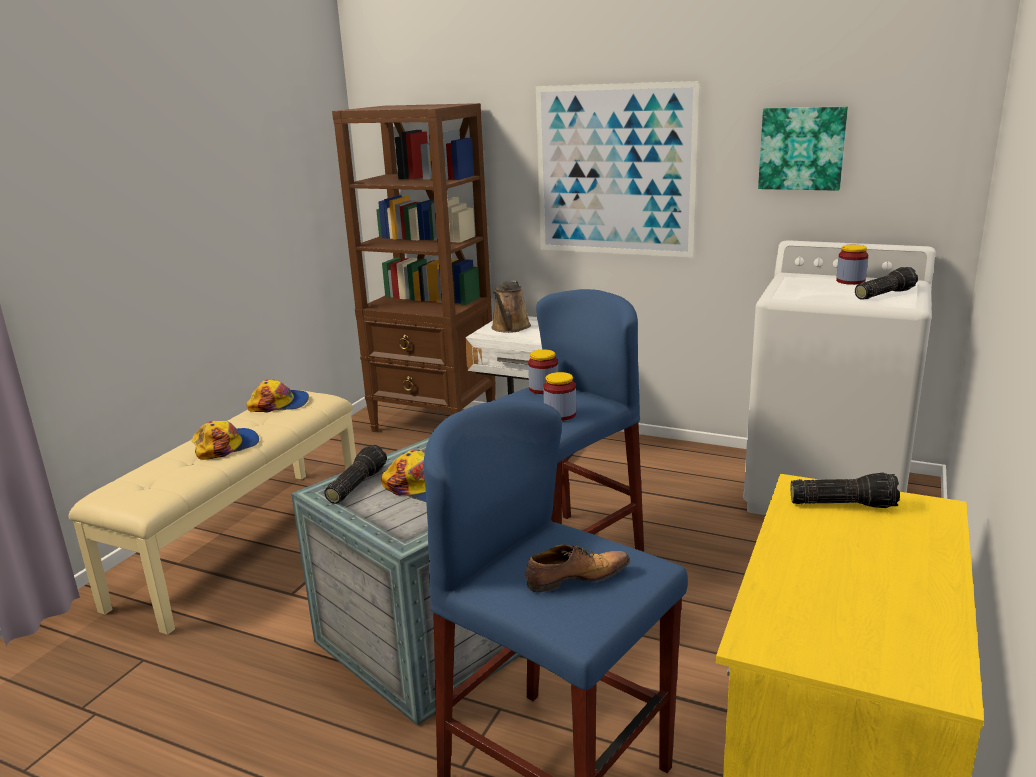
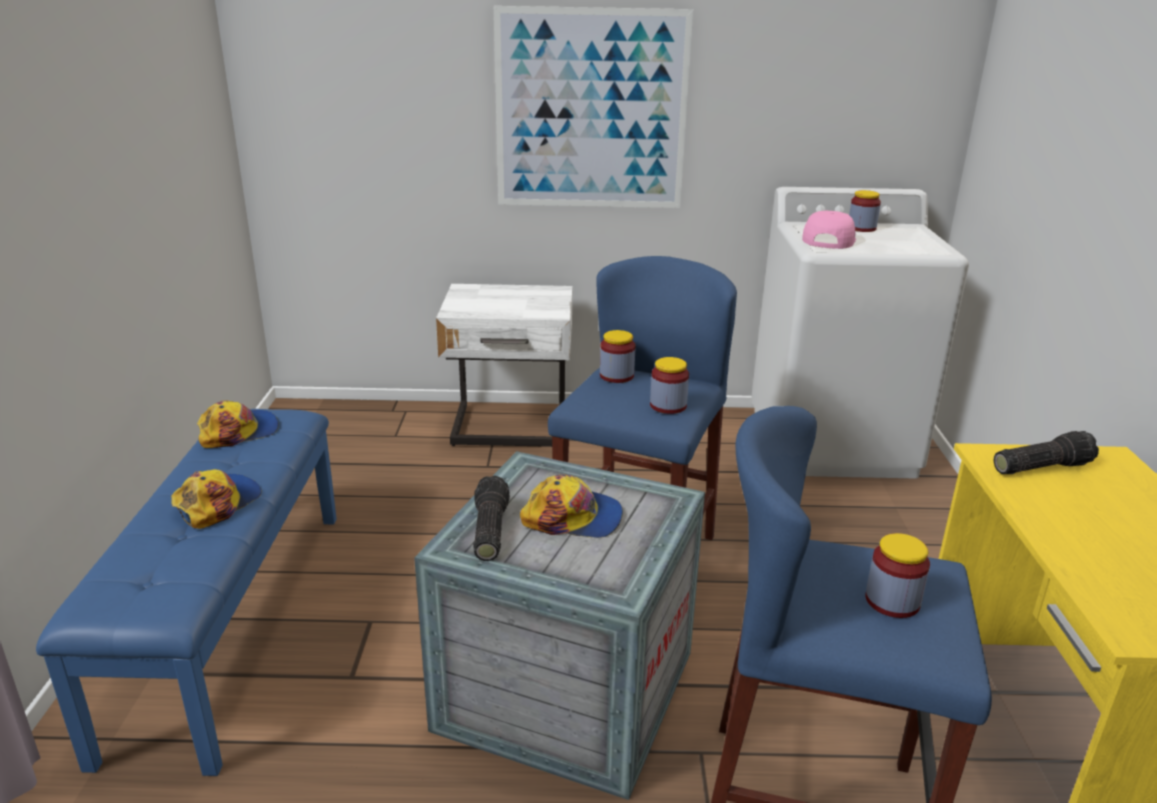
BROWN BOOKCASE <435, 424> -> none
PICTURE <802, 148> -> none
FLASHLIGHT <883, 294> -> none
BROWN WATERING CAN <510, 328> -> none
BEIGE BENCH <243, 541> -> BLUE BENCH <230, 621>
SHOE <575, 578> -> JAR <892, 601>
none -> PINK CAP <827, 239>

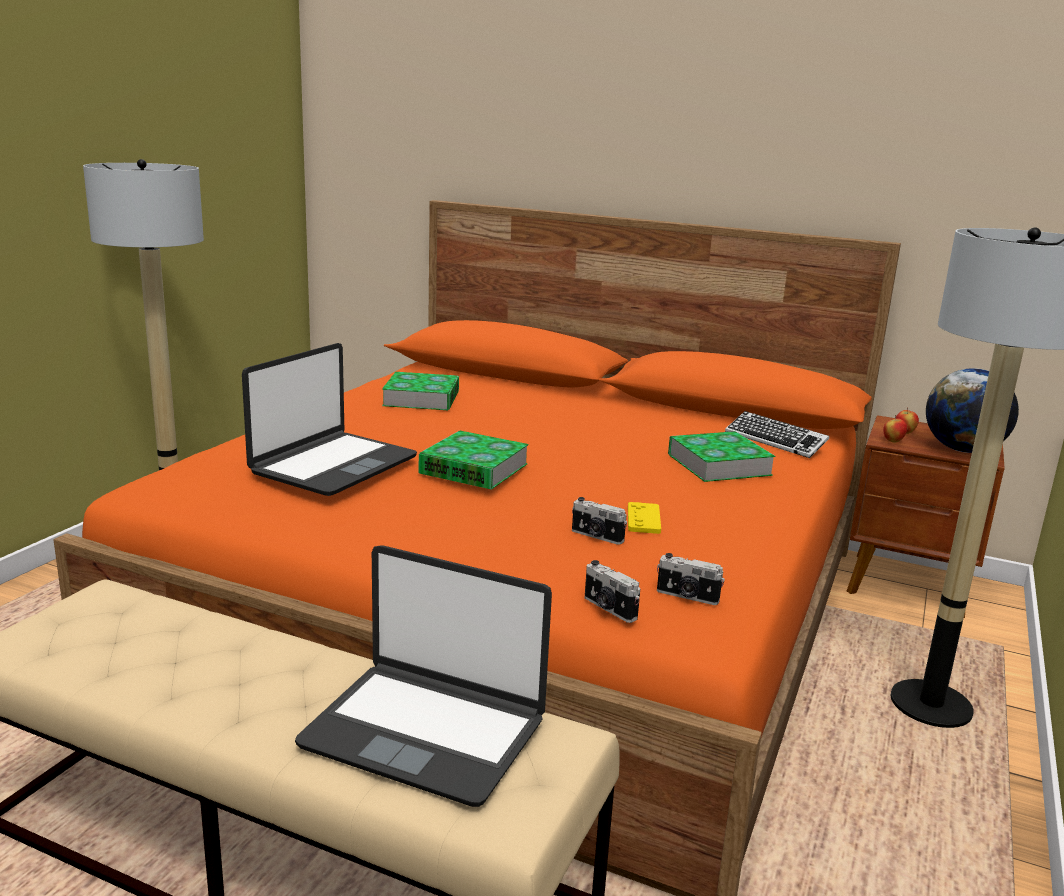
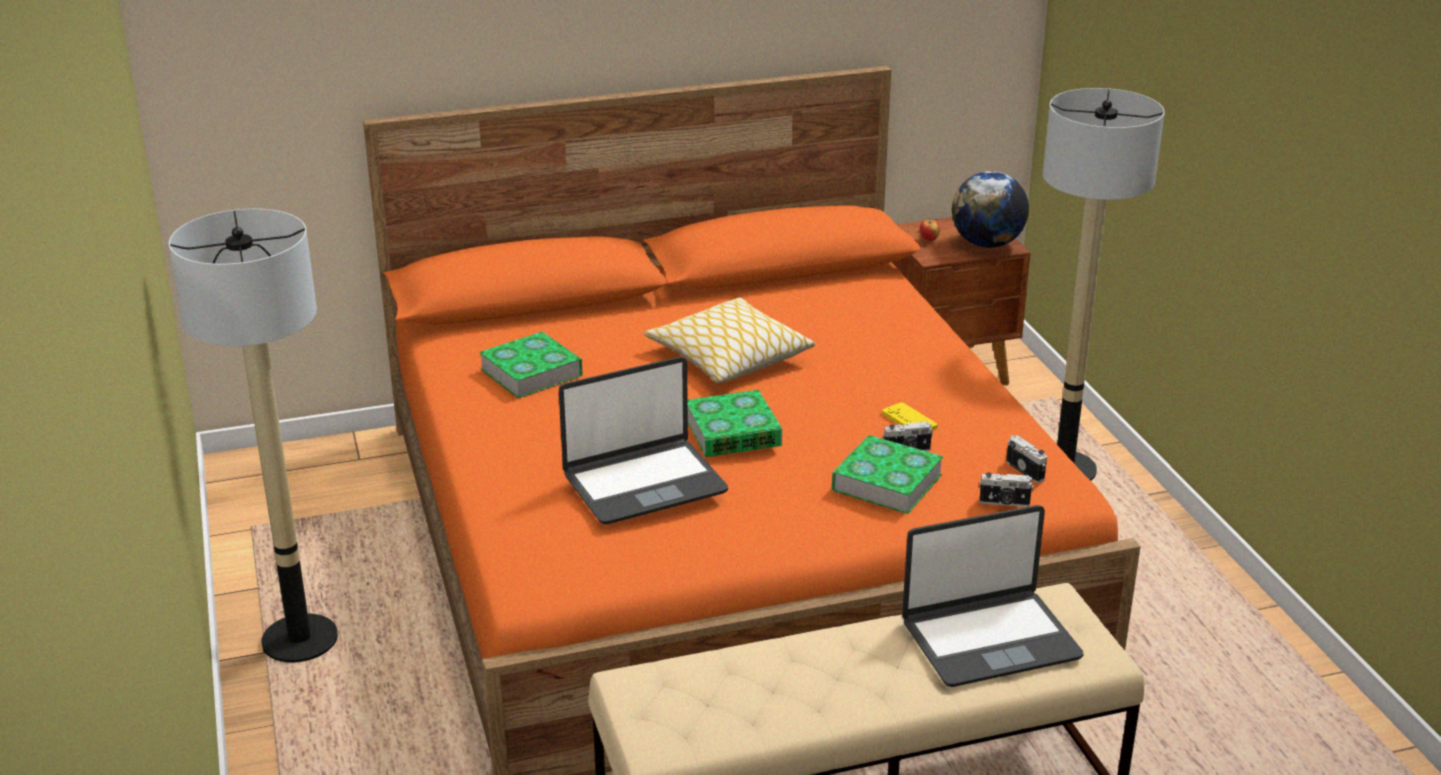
LAPTOP <333, 465> -> LAPTOP <644, 483>, 75 degrees clockwise
KEYBOARD <775, 441> -> none
APPLE <893, 441> -> none
BOOK <719, 464> -> BOOK <886, 482>, shifted
PHOTO CAMERA <687, 596> -> PHOTO CAMERA <1026, 470>, 105 degrees counterclockwise
none -> PILLOW <729, 357>

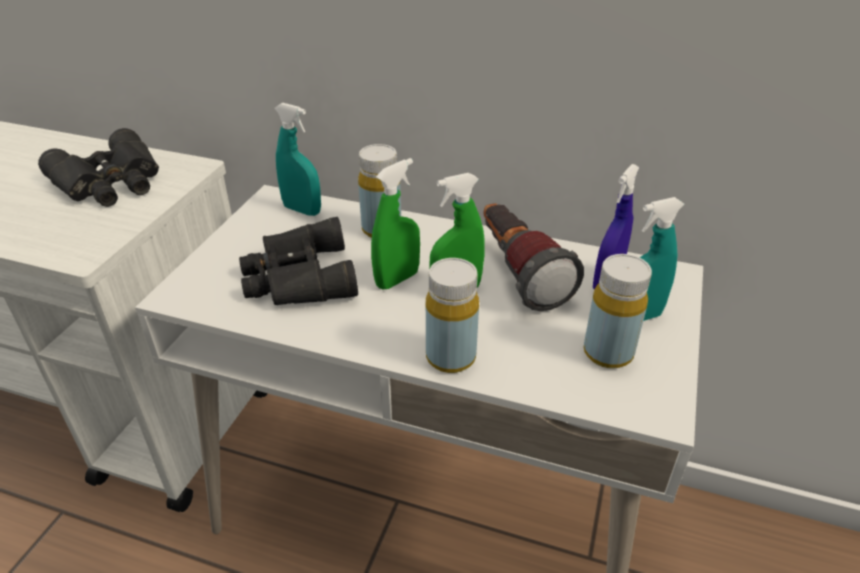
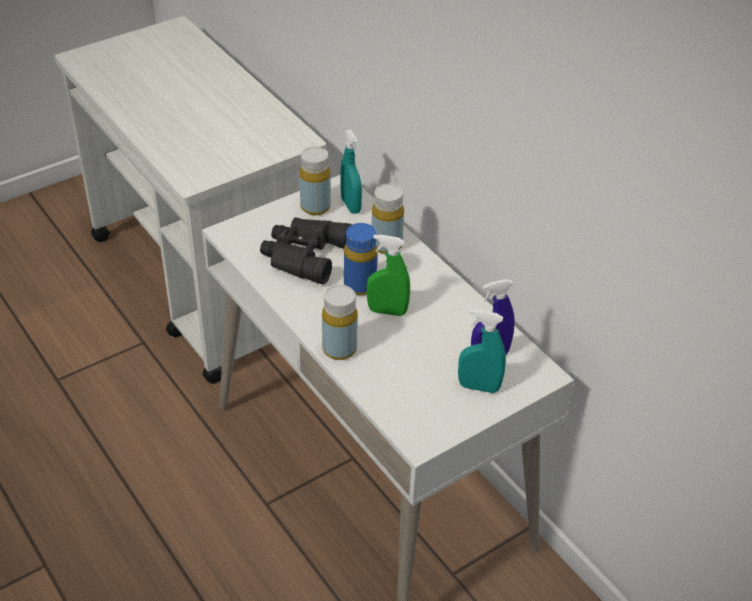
BLACK BINOCULARS <111, 183> -> none
GREEN SPRAY BOTTLE <397, 279> -> BLUE BOTTLE <360, 285>
FLASHLIGHT <518, 272> -> none
YELLOW BOTTLE <608, 353> -> YELLOW BOTTLE <315, 207>, shifted

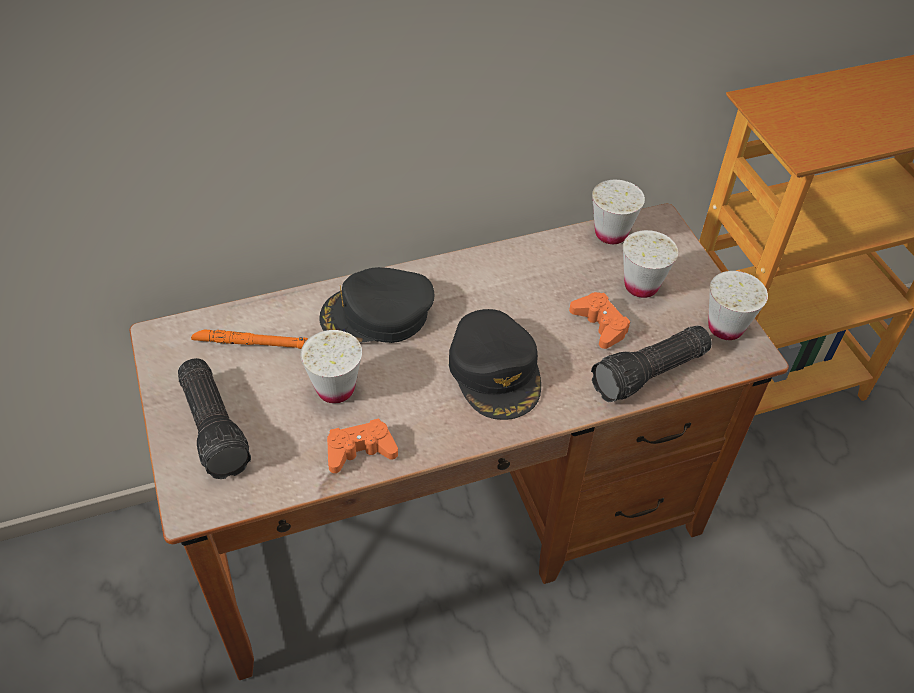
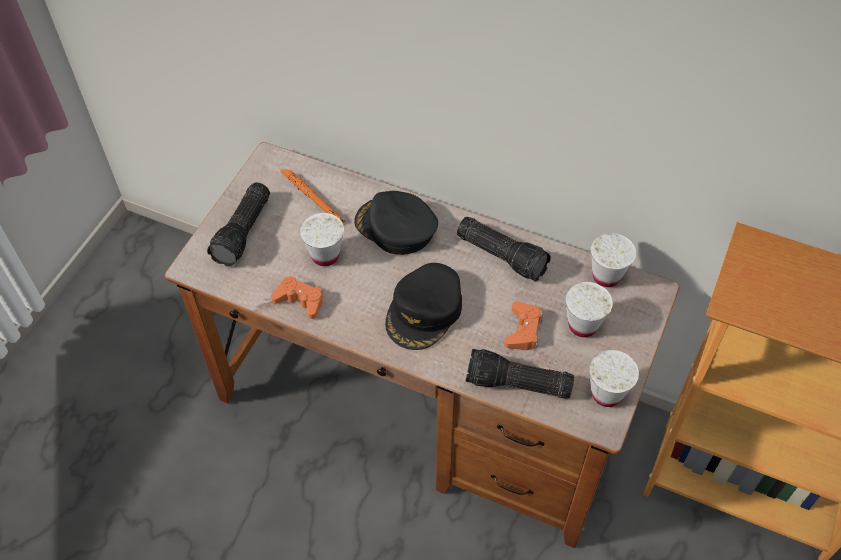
none -> FLASHLIGHT <503, 254>

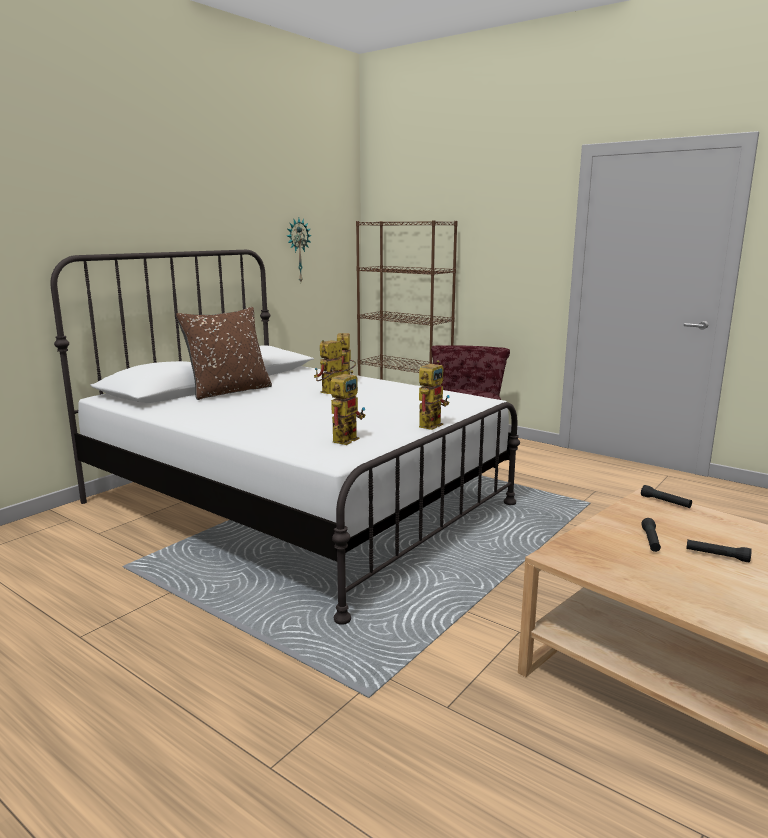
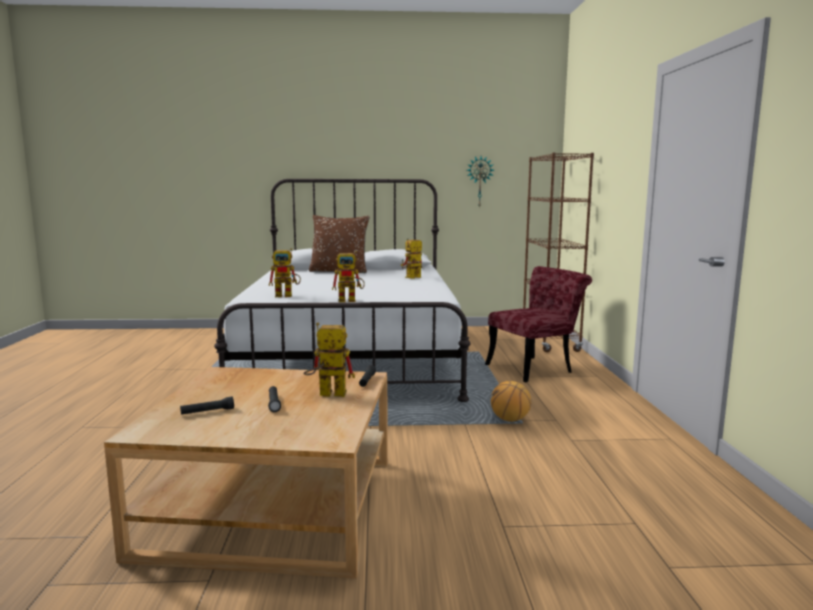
TOY ROBOT <329, 393> -> TOY ROBOT <326, 394>, shifted
BLACK FLASHLIGHT <650, 541> -> BLACK FLASHLIGHT <207, 412>, shifted
none -> BASKETBALL <510, 420>

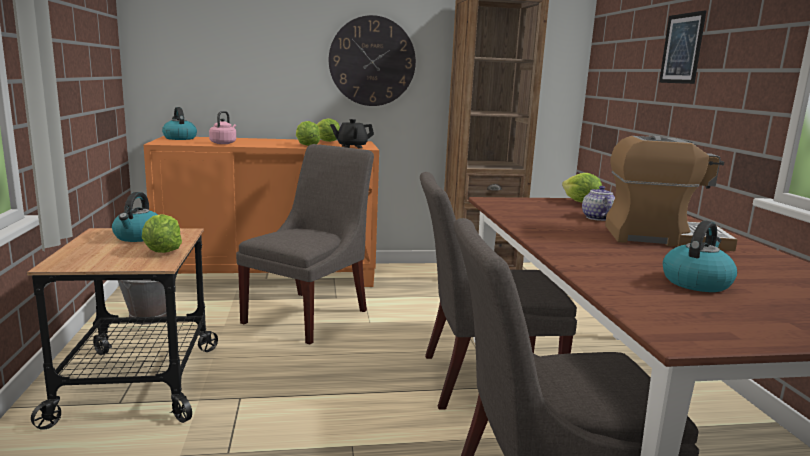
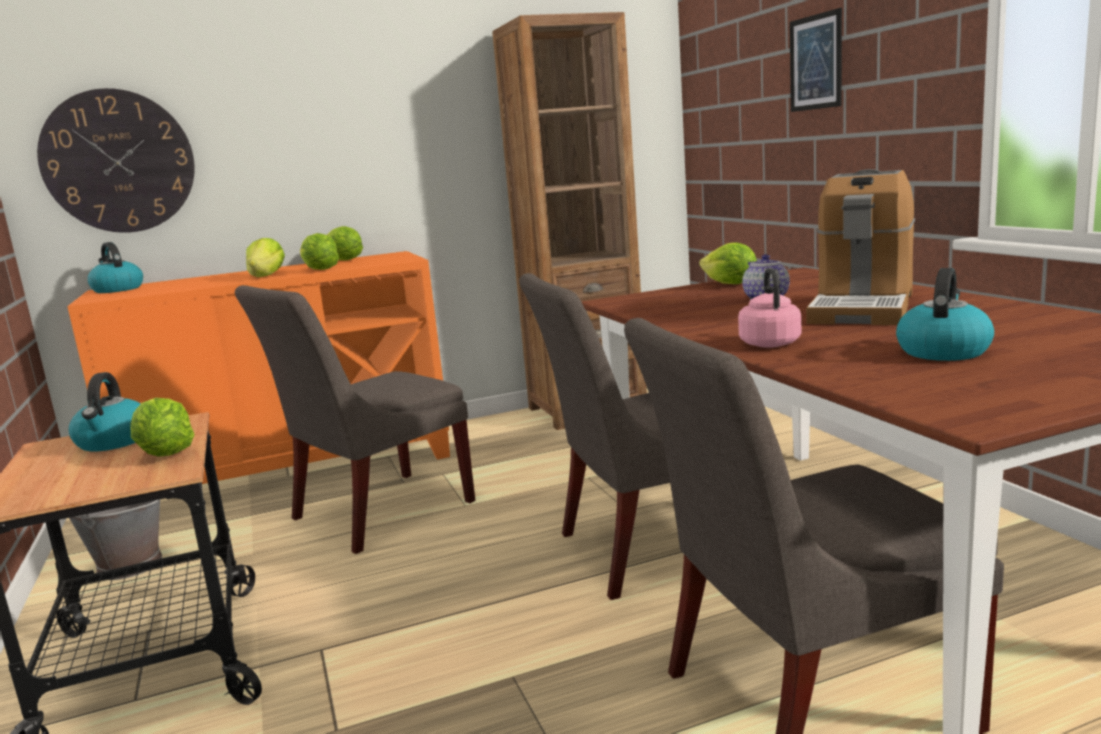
WALL CLOCK <372, 61> -> WALL CLOCK <118, 161>, shifted
PINK KETTLE <224, 143> -> PINK KETTLE <769, 343>, shifted
BLACK TEAPOT <351, 147> -> none
COFFEE MACHINE <662, 238> -> COFFEE MACHINE <862, 308>, 120 degrees clockwise
GREY CHAIR <310, 314> -> GREY CHAIR <375, 512>, 150 degrees counterclockwise
none -> LETTUCE <267, 276>

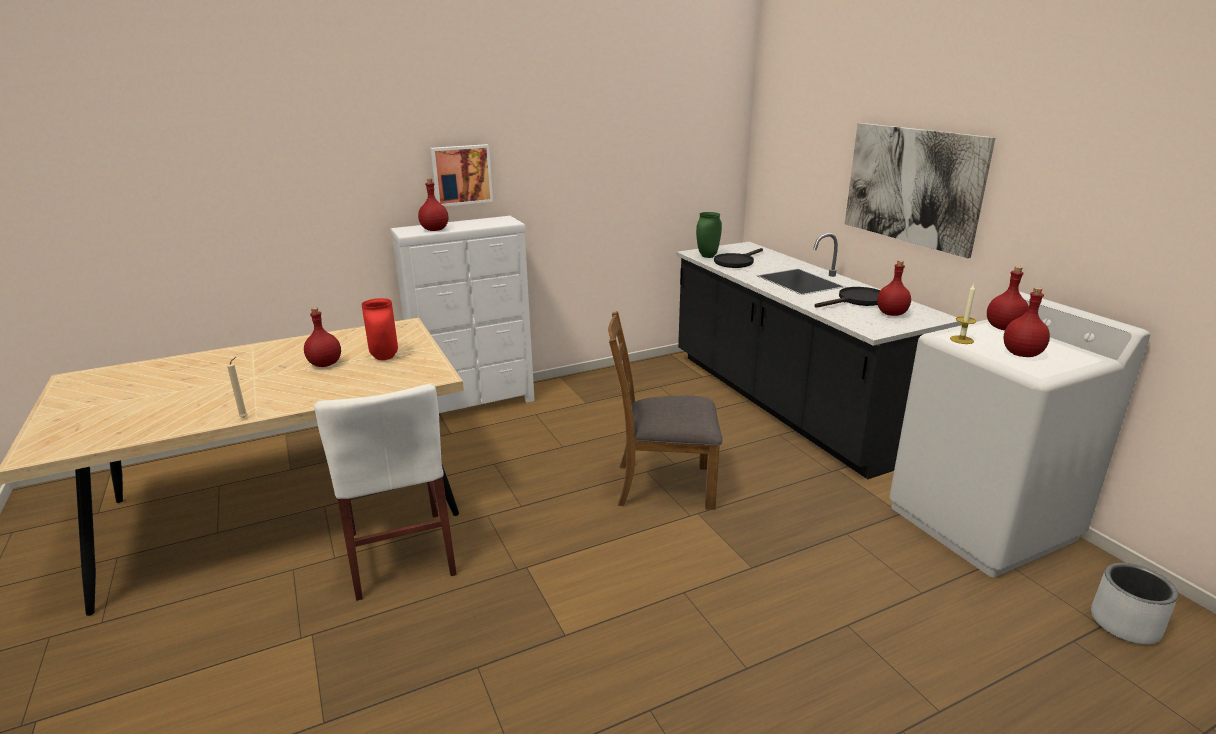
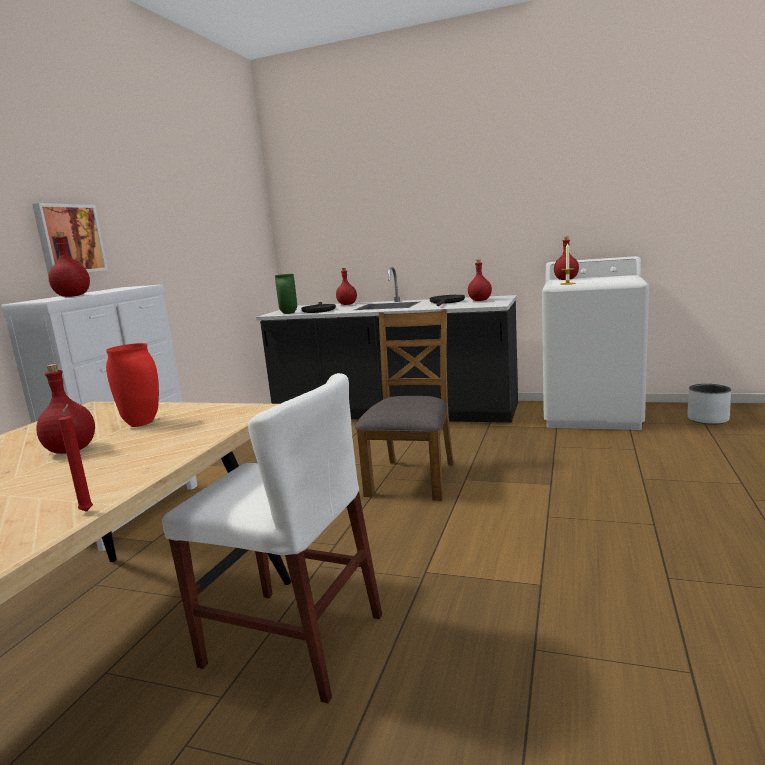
PICTURE <912, 186> -> none
RED BOTTLE <1021, 354> -> RED BOTTLE <347, 304>, shifted
BROWN CHAIR <663, 485> -> BROWN CHAIR <413, 478>, 150 degrees clockwise
BEIGE CANDLE <245, 417> -> RED CANDLE <88, 510>

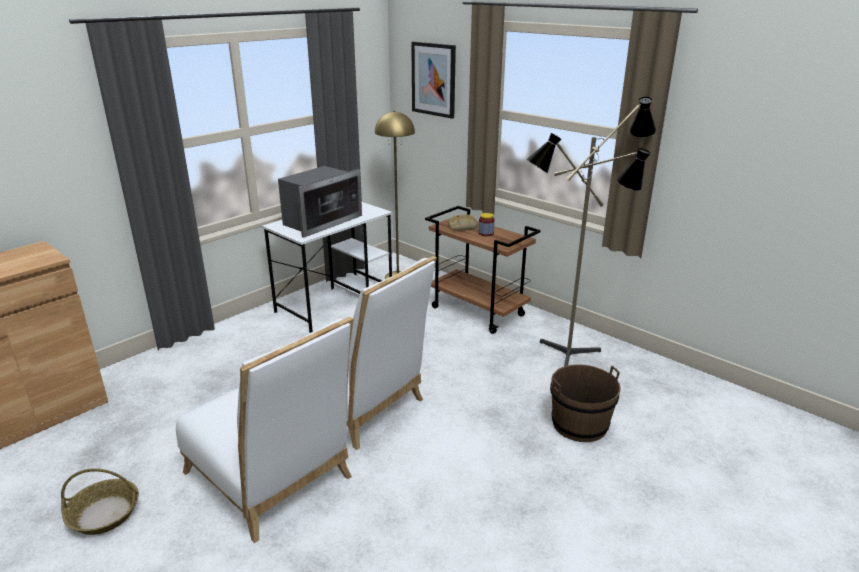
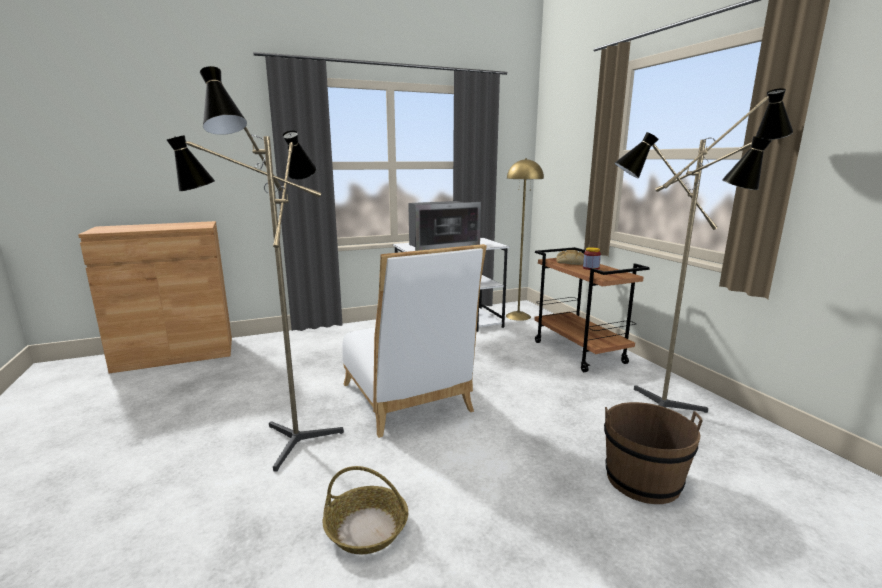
PICTURE <433, 79> -> none
WHITE CHAIR <273, 480> -> FLOOR LAMP <287, 442>
BASKET <104, 514> -> BASKET <366, 529>, shifted

